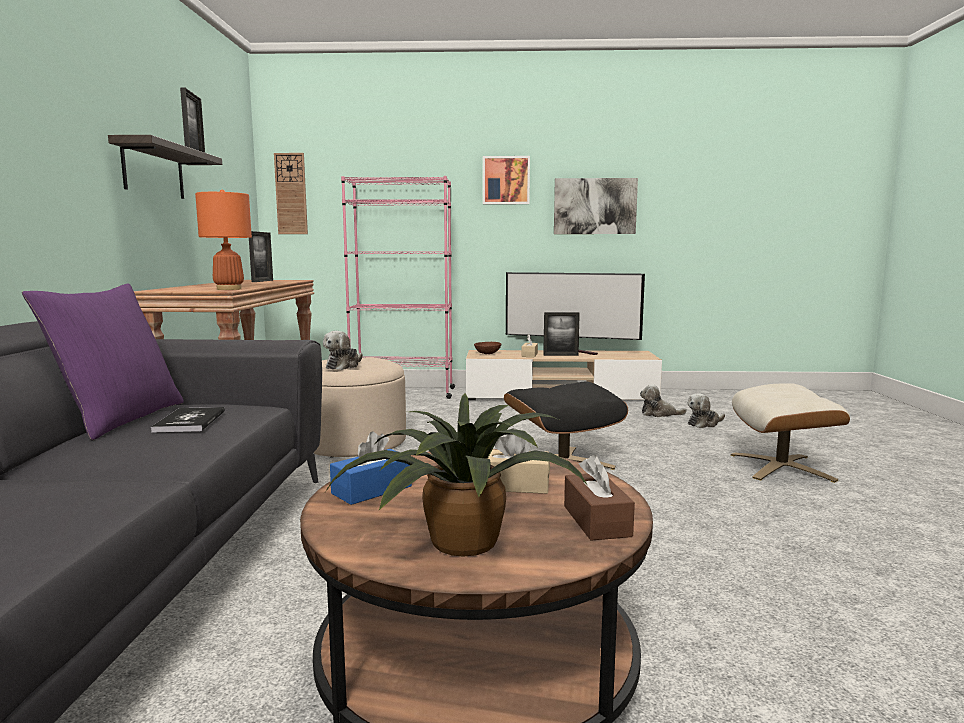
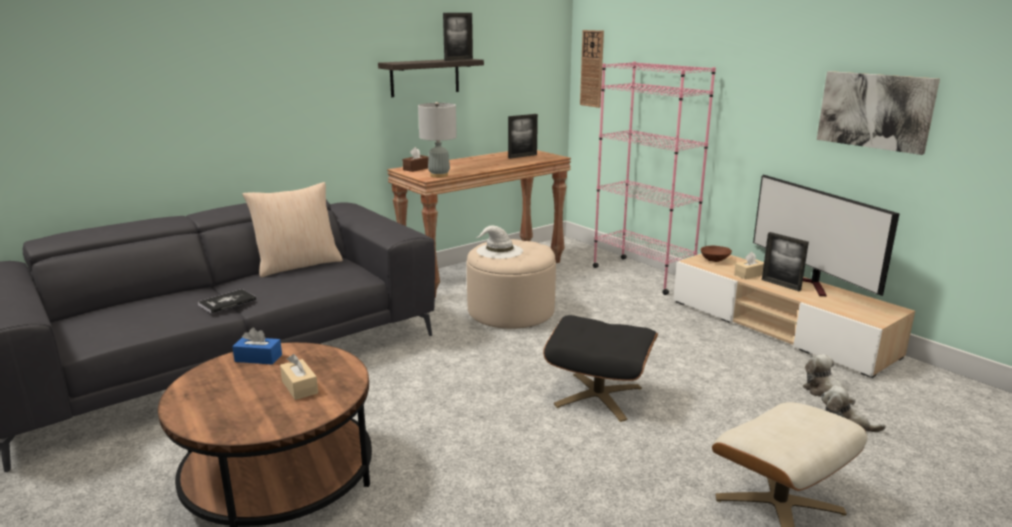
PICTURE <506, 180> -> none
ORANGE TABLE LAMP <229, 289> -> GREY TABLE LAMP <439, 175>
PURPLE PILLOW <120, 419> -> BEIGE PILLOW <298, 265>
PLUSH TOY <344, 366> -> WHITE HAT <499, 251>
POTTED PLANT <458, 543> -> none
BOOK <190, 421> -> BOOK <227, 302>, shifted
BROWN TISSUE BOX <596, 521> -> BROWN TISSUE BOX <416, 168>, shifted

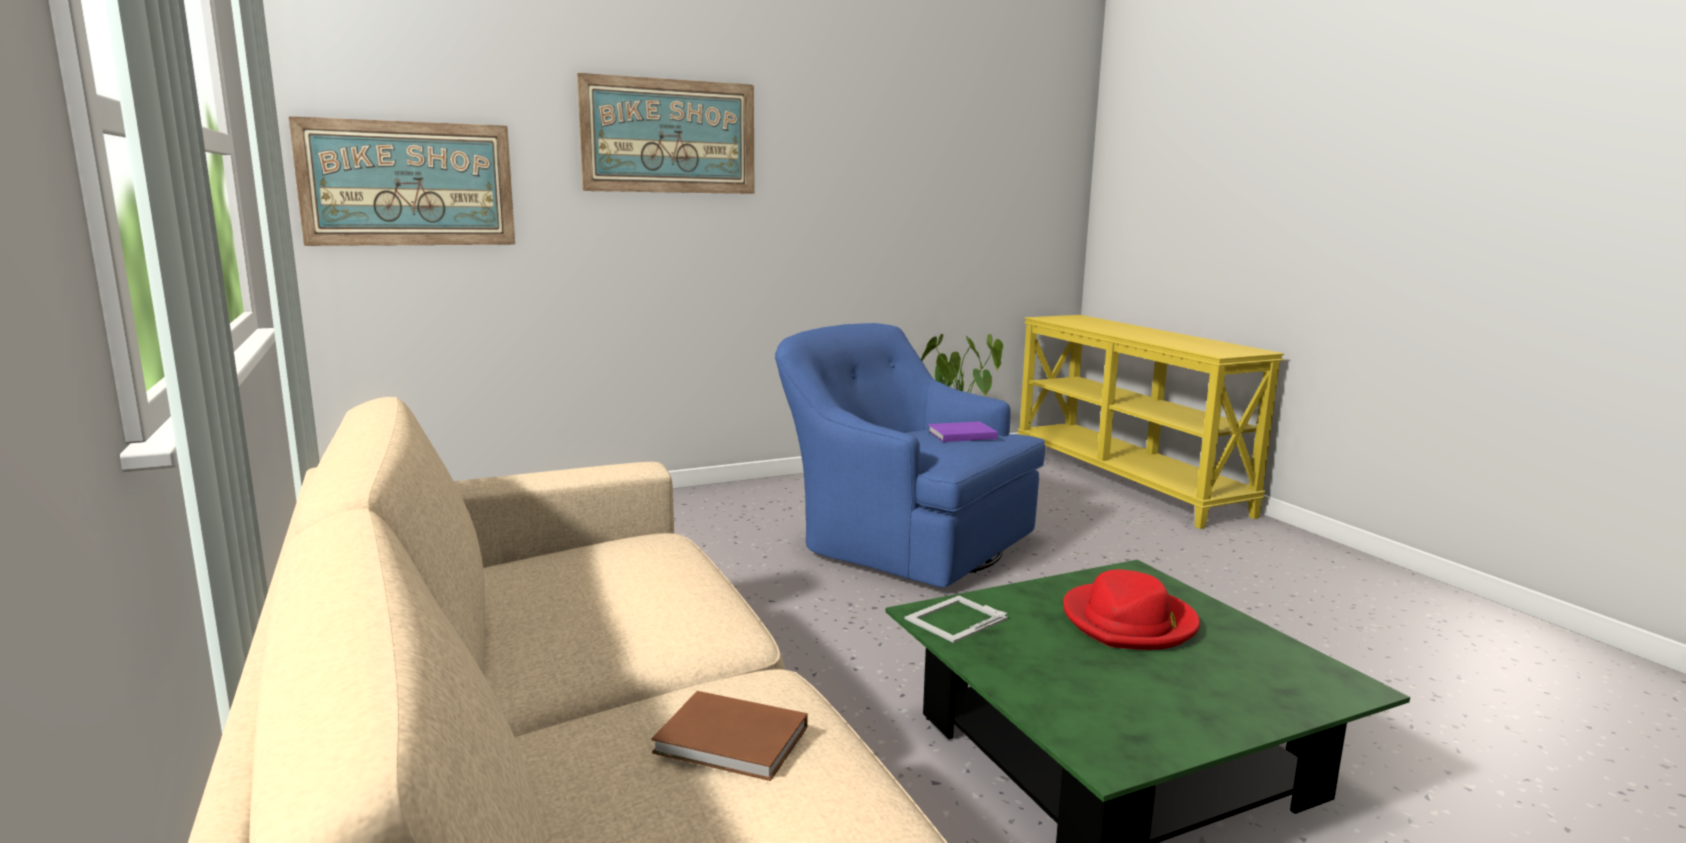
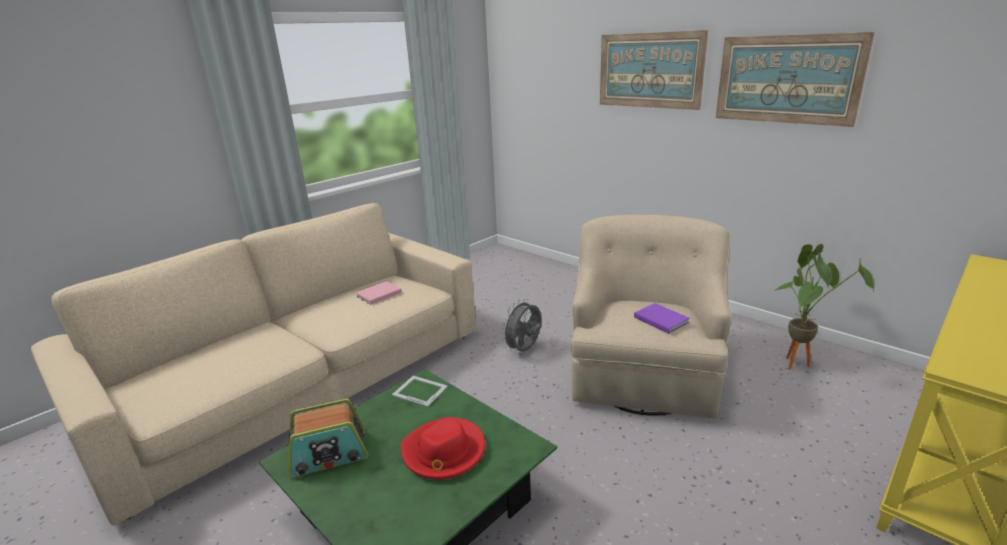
PICTURE <408, 184> -> PICTURE <787, 79>, shifted
BLUE ARMCHAIR <902, 540> -> BEIGE ARMCHAIR <643, 371>
BROWN BOOK <734, 742> -> none
none -> PINK BOOK <377, 294>
none -> GREY FAN <524, 350>
none -> RADIO <329, 455>

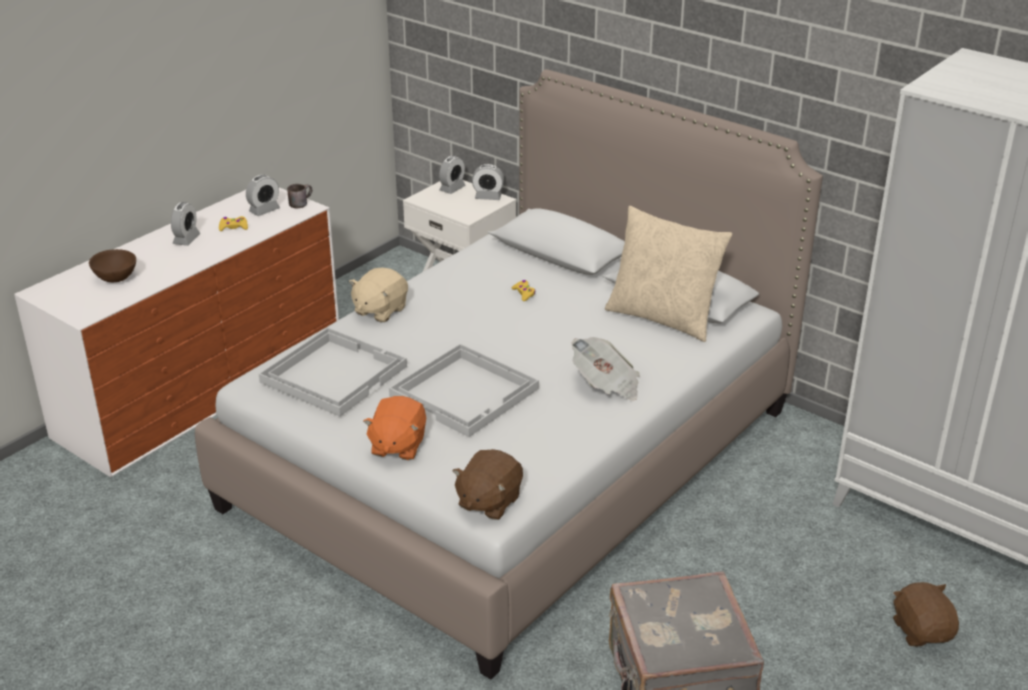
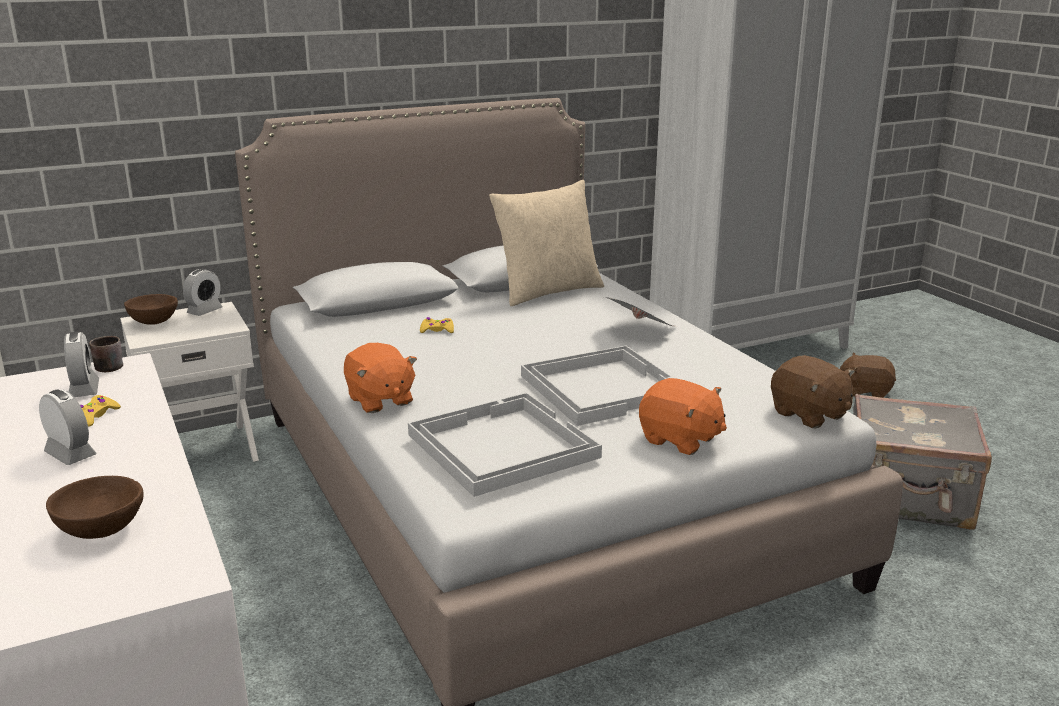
ALARM CLOCK <452, 188> -> BROWN BOWL <153, 322>
BEIGE PLUSH TOY <379, 310> -> ORANGE PLUSH TOY <379, 400>

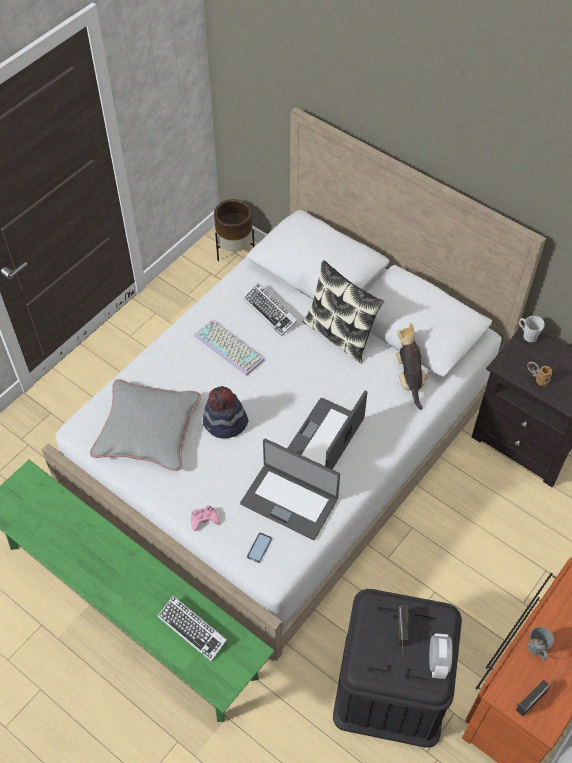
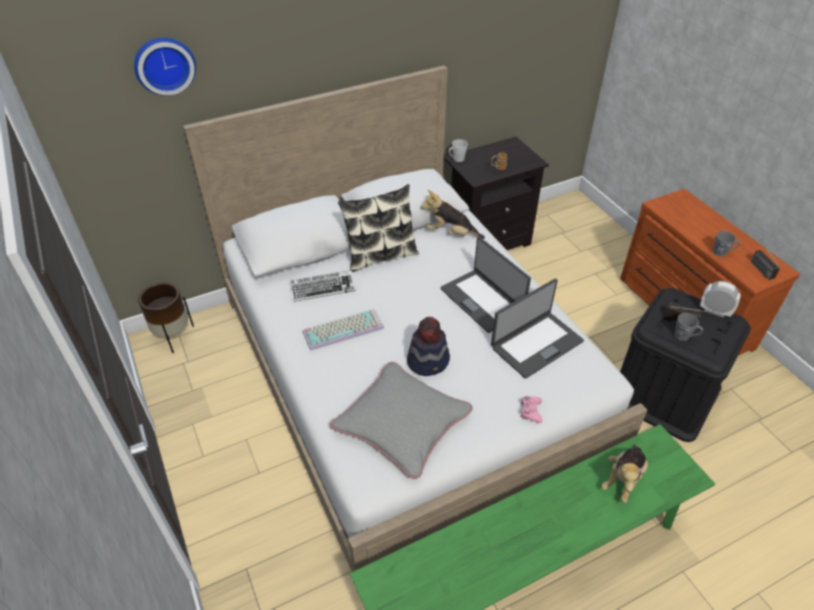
PHONE <259, 548> -> none
KEYBOARD <192, 629> -> PLUSH TOY <623, 479>
none -> WALL CLOCK <164, 65>
none -> GREY MUG <684, 336>

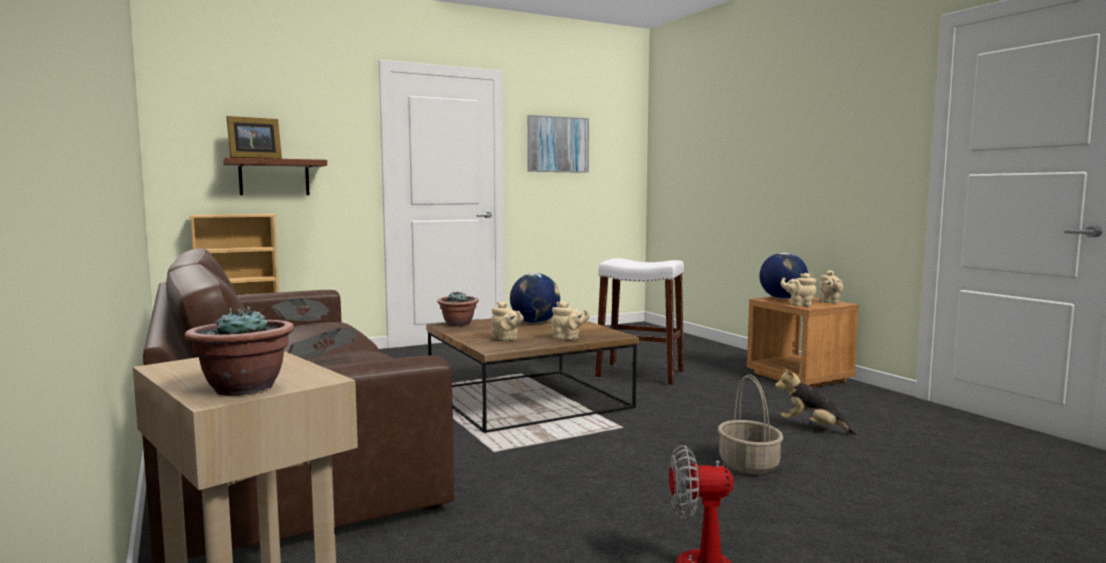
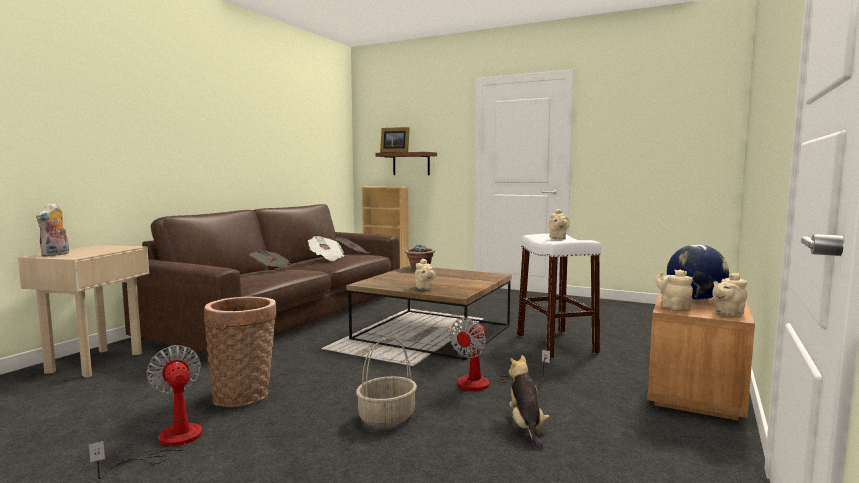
PICTURE <557, 144> -> none
GLOBE <535, 323> -> none
BEIGE TEAPOT <506, 339> -> BEIGE TEAPOT <557, 238>, shifted
POTTED PLANT <243, 388> -> PLUSH TOY <56, 255>
none -> NEWSPAPER <326, 258>
none -> BASKET <244, 395>
none -> FAN <485, 384>

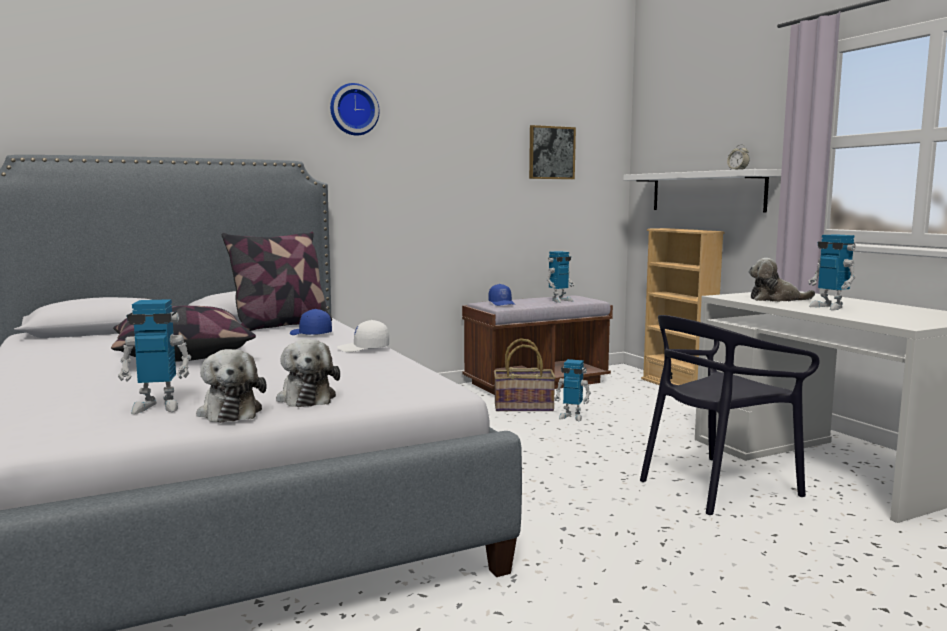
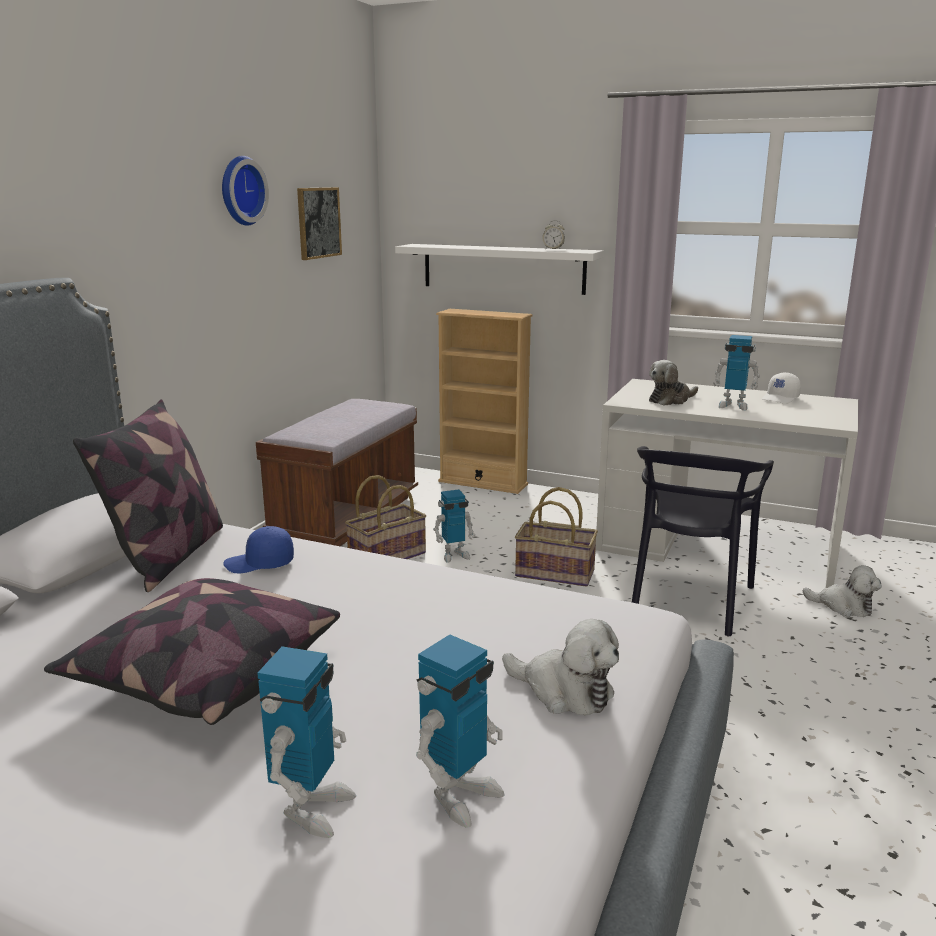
WALL CLOCK <353, 110> -> WALL CLOCK <240, 191>, shifted
TOY ROBOT <559, 300> -> TOY ROBOT <312, 809>, shifted
BLUE CAP <502, 303> -> none
WHITE CAP <363, 349> -> WHITE CAP <780, 398>, shifted
PLUSH TOY <230, 411> -> PLUSH TOY <843, 606>, shifted
none -> BASKET <555, 573>

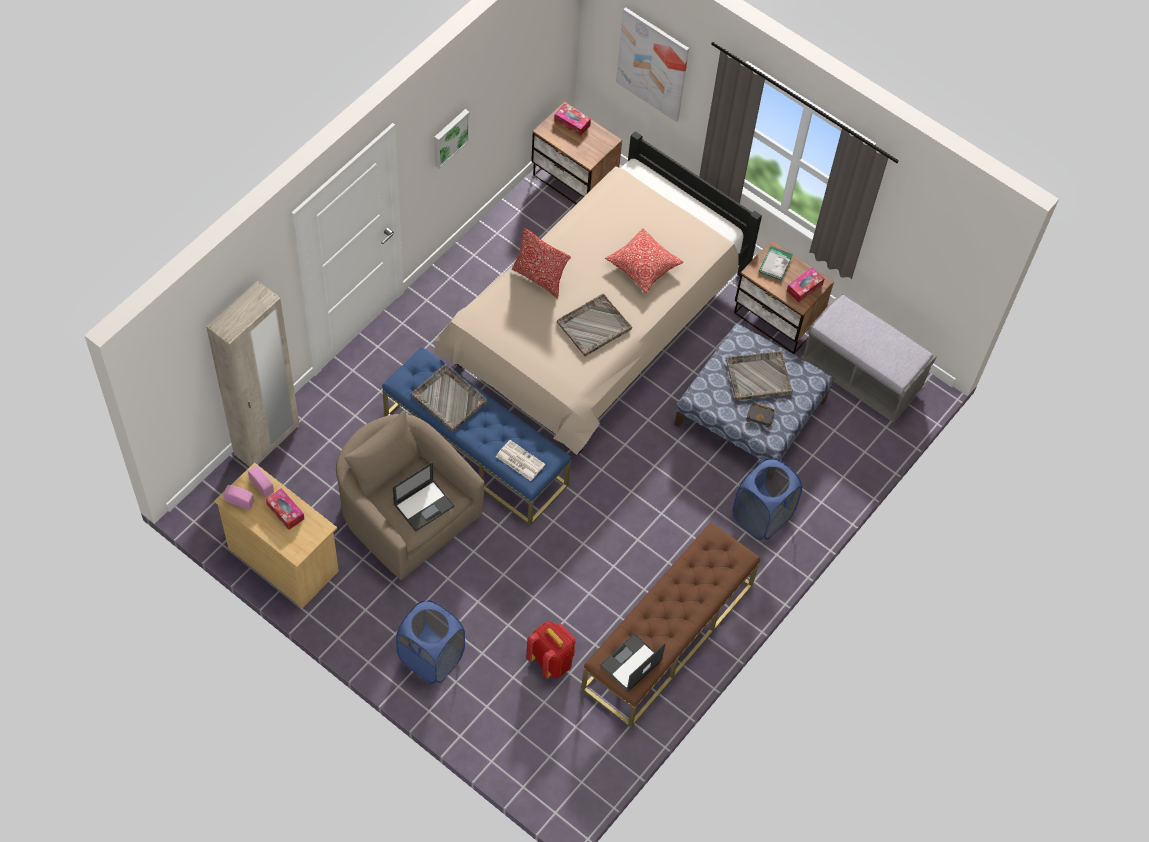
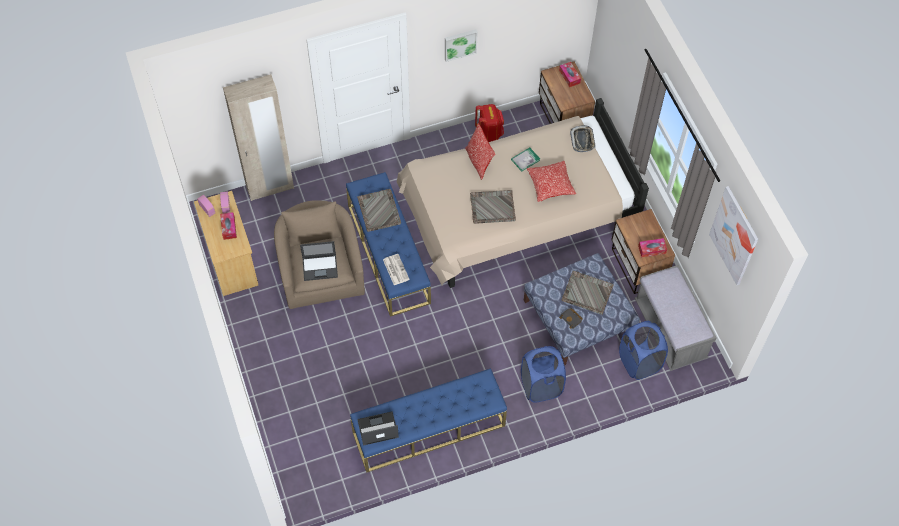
PICTURE <653, 64> -> PICTURE <734, 236>, shifted
BOOK <775, 264> -> BOOK <525, 160>, shifted
BROWN BENCH <668, 636> -> BLUE BENCH <428, 429>
BLUE LAUNDRY BASKET <431, 658> -> BLUE LAUNDRY BASKET <639, 362>, shifted
RED BACKPACK <551, 660> -> RED BACKPACK <489, 134>, shifted
none -> TRAY <582, 140>

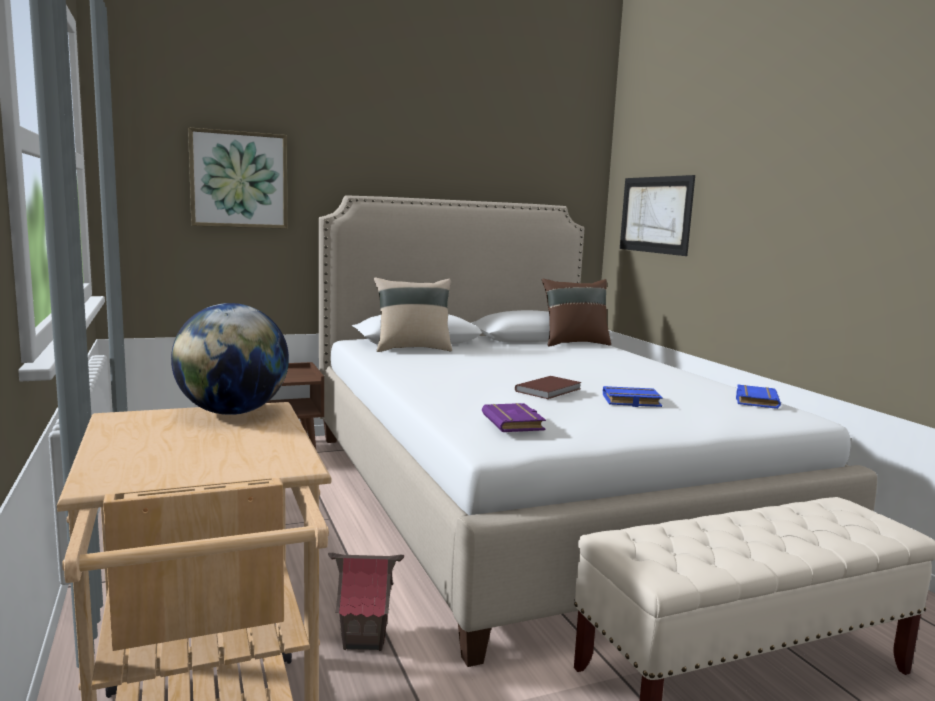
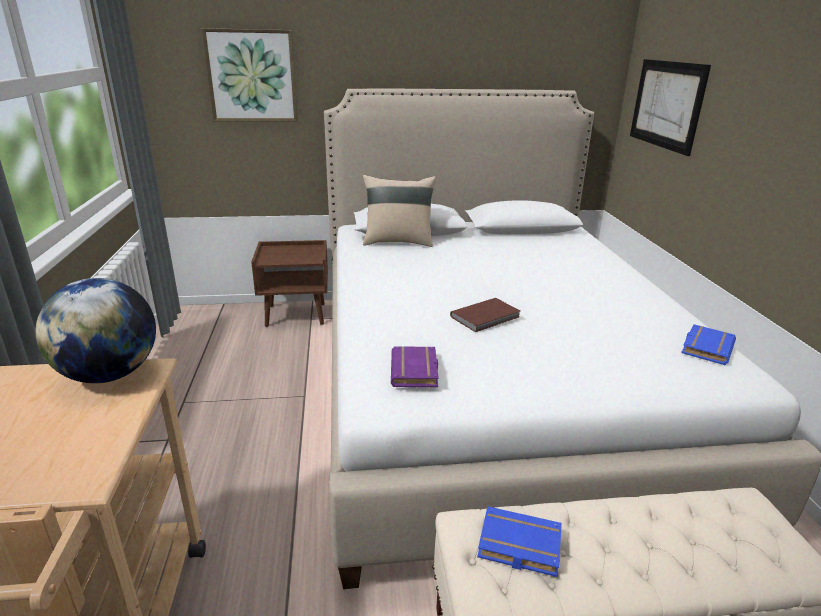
BROWN PILLOW <574, 343> -> none
BLUE BOOK <630, 402> -> BLUE BOOK <517, 546>, shifted
TOY HOUSE <364, 638> -> none

